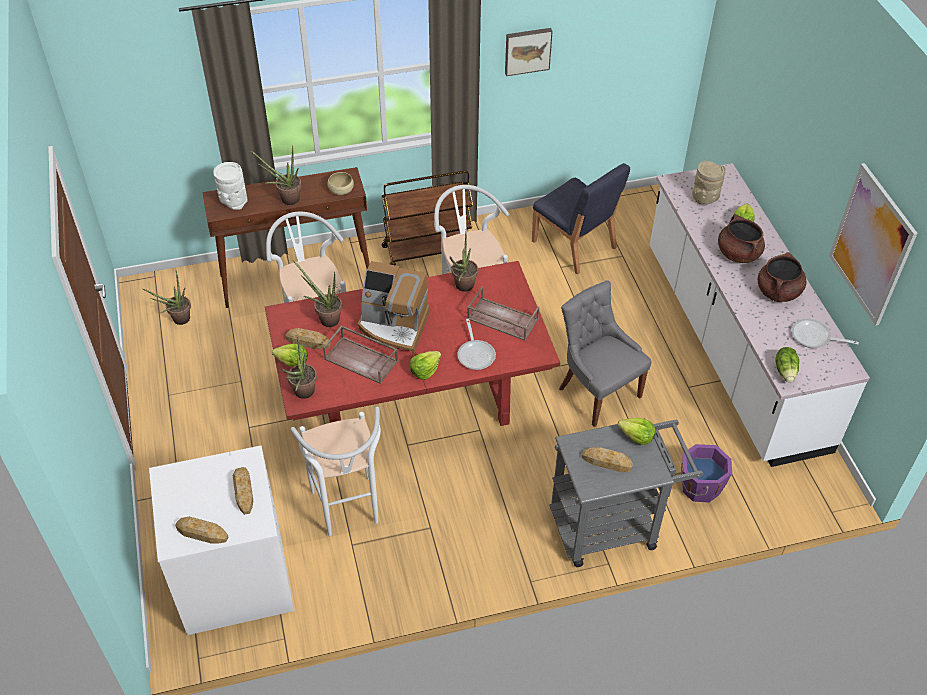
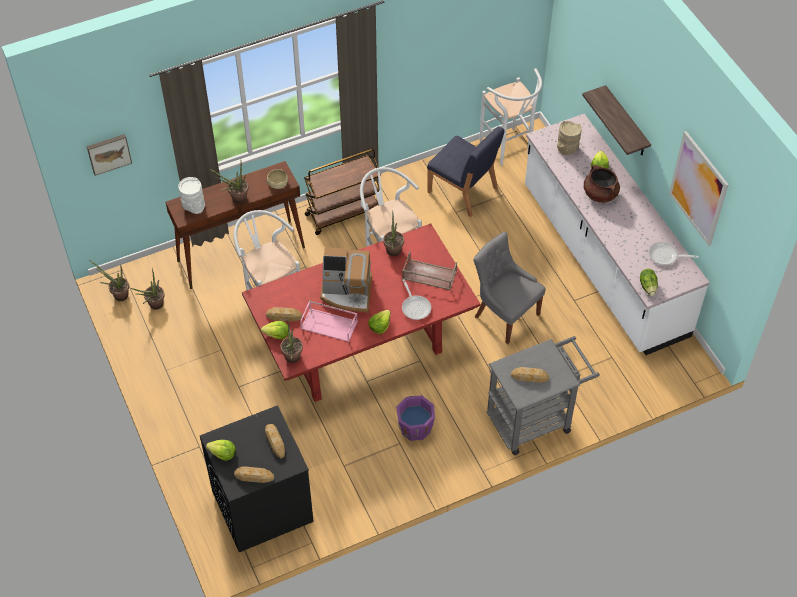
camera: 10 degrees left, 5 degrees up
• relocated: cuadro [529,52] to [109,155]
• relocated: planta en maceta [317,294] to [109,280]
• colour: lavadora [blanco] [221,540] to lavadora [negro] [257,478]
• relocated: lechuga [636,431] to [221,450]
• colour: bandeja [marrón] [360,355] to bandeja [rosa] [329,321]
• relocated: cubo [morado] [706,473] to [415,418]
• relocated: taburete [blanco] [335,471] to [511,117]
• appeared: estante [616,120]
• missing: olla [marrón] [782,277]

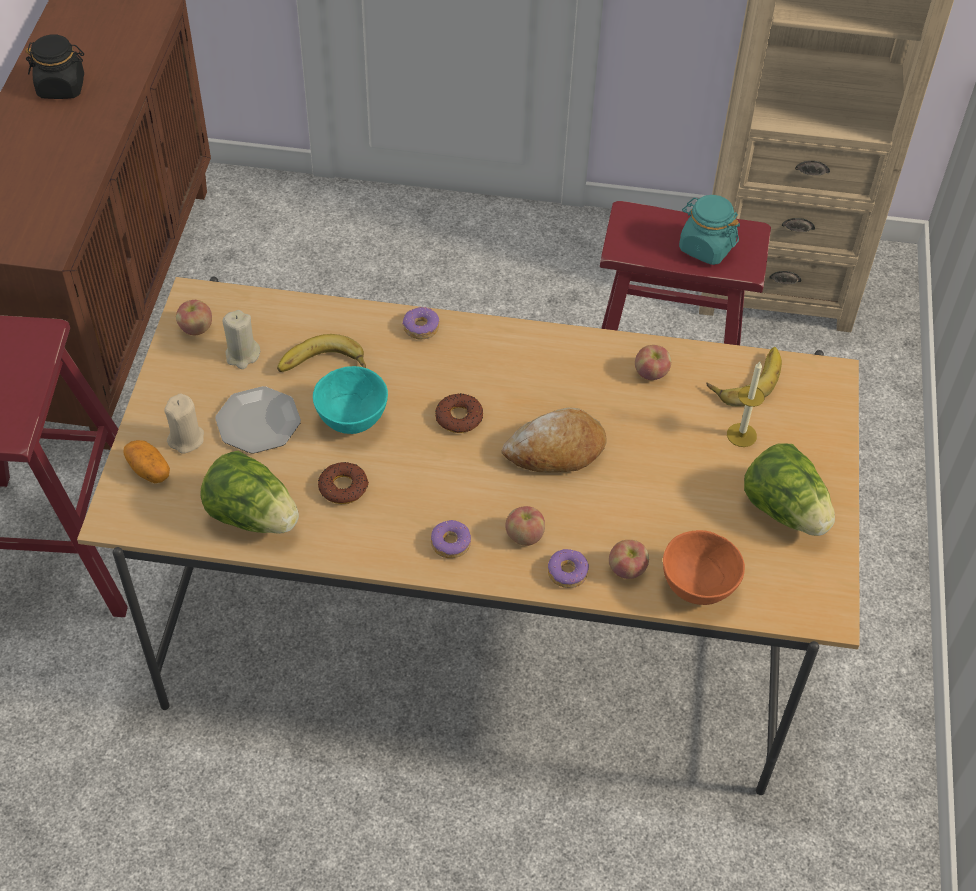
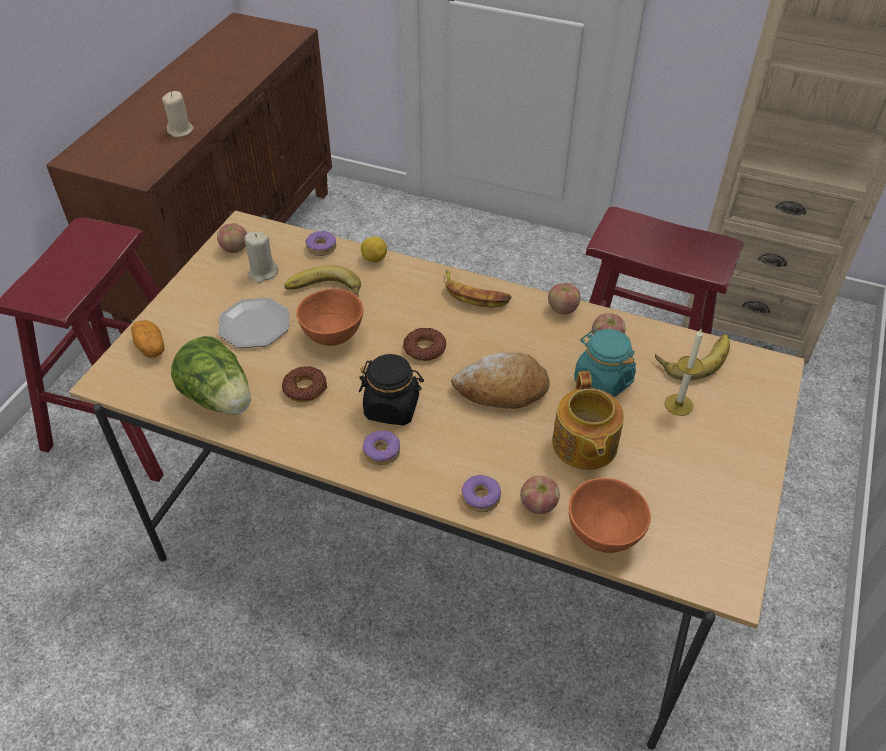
camera: 15 degrees right, 5 degrees down
• relocated: vela [beis] [184,424] to [178,114]
• colour: cuenco [turquesa] [350,400] to cuenco [naranja] [329,317]
• relocated: rosquilla [420,322] to [320,243]
• relocated: tarro [negro] [54,66] to [391,389]
• appeared: limón [374,249]
• appeared: plátano [478,288]
• relocated: manzana [525,526] to [564,298]
• appeared: tetera [588,420]
• relocated: tarro [turquesa] [709,230] to [605,363]
• missing: lechuga [789,490]

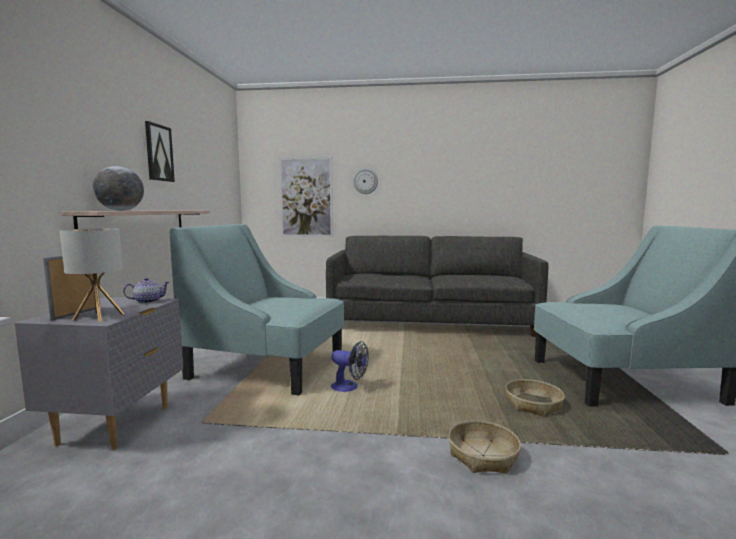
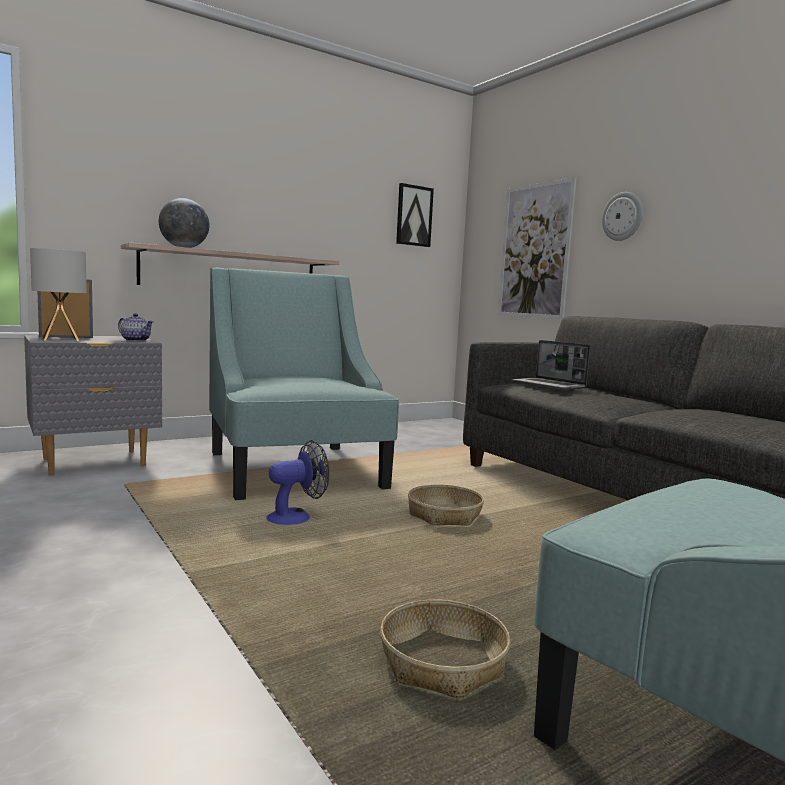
camera: 50 degrees right, 0 degrees up
• spun: ventilador [350,366] = [297,482] 105 degrees counterclockwise
• relocated: cuadro [160,151] to [415,215]
• relocated: cesta [485,447] to [446,505]
• appeared: portátil [551,365]

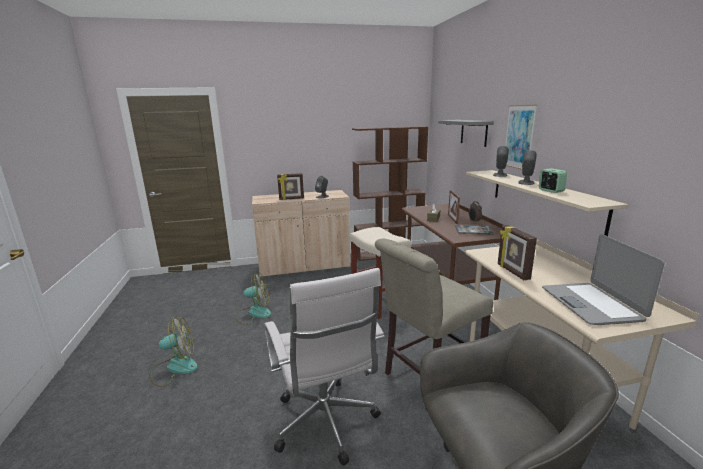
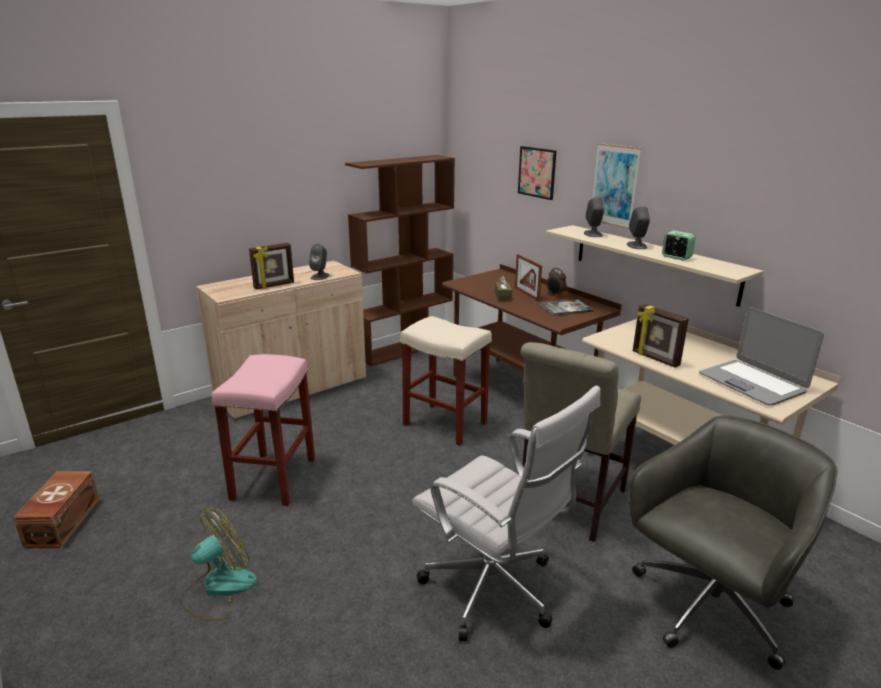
camera: 25 degrees left, 5 degrees up
• appeared: caja de almacenaje [marrón] [56,509]
• exchanged: ventilador [253,299] to taburete [rosa] [263,430]
• exchanged: estante [gris] [466,133] to cuadro [537,173]

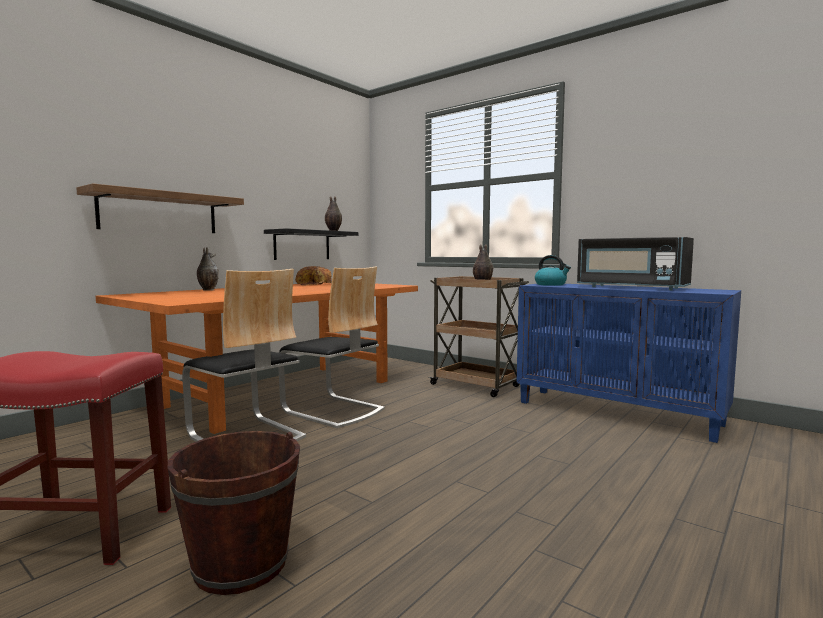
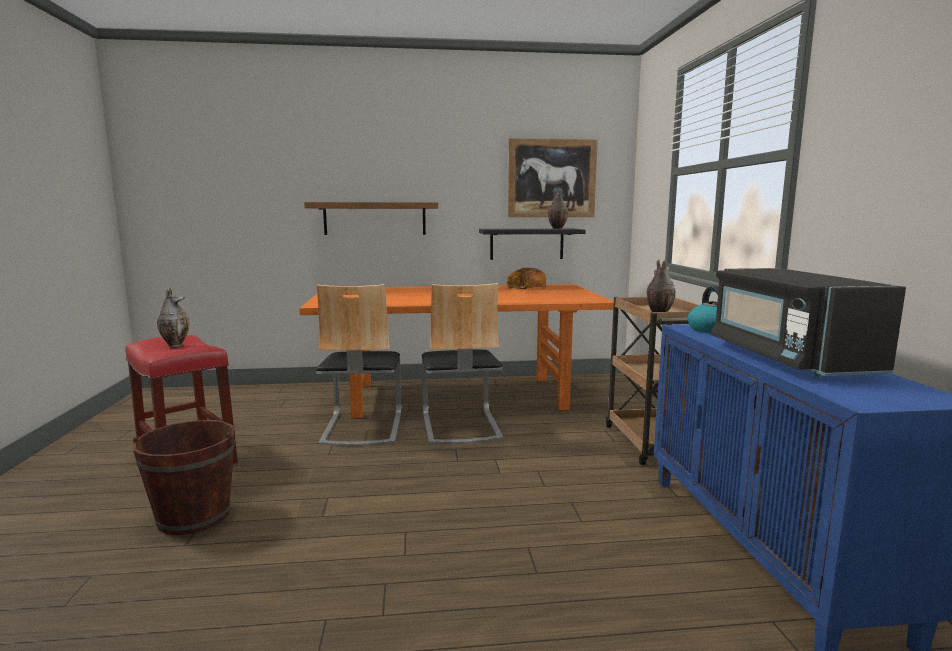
camera: 45 degrees right, 5 degrees up
• relocated: florero [208,269] to [173,317]
• appeared: cuadro [553,177]

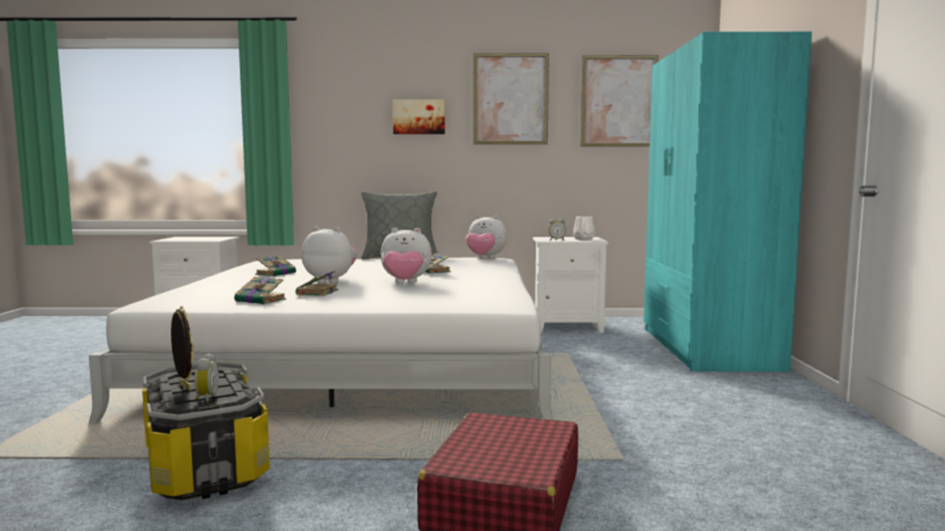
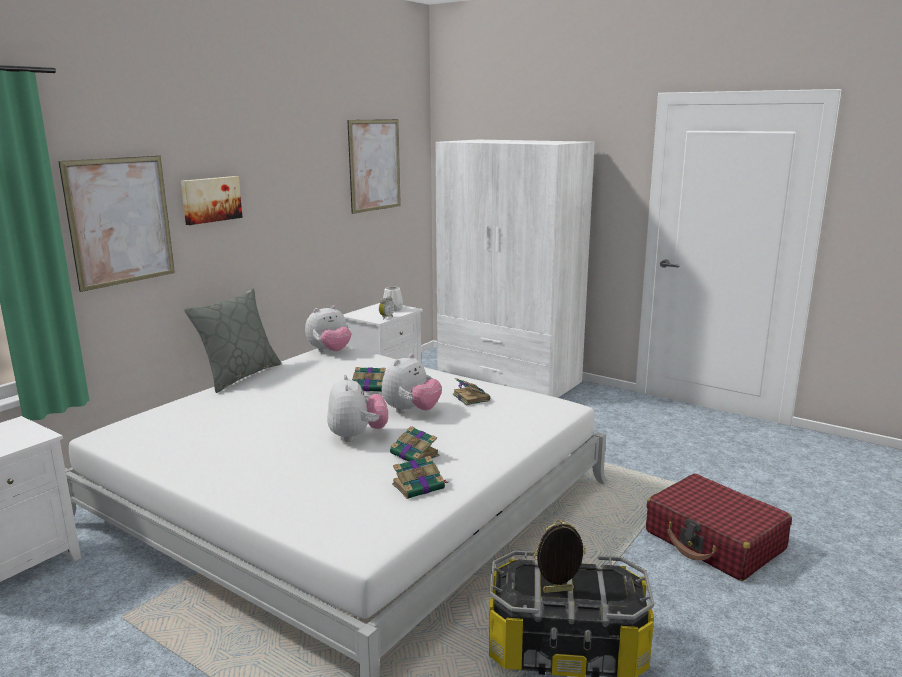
camera: 55 degrees left, 10 degrees up
• relocated: cuadro [511,98] to [116,224]
• spun: peluche [329,255] = [357,408] 120 degrees clockwise
• colour: armario ropero [turquesa] [728,202] to armario ropero [blanco] [515,269]
• relocated: libro [275,266] to [471,391]
• missing: despertador [206,378]

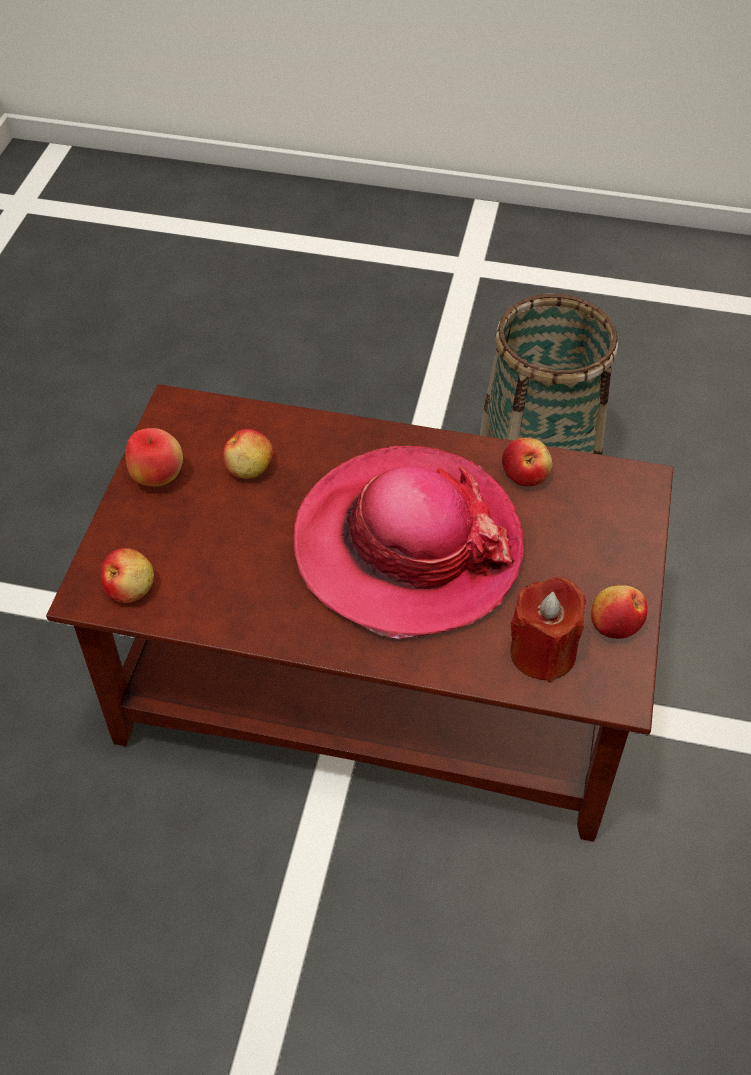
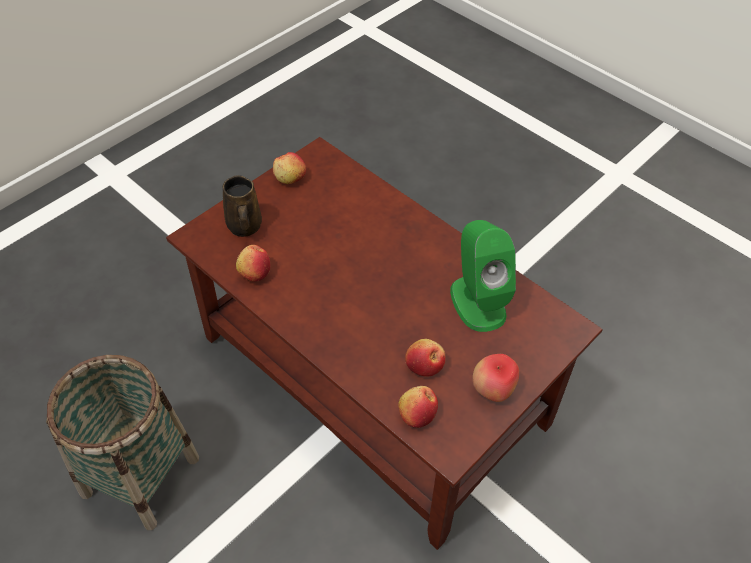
camera: 150 degrees left, 0 degrees up
• appeared: taza grande [marrón] [242,206]
• relocated: manzana [127,575] to [418,407]
• appeared: altavoz [verde] [483,276]
• missing: sombrero [408,542]
• missing: vela [rojo] [548,630]

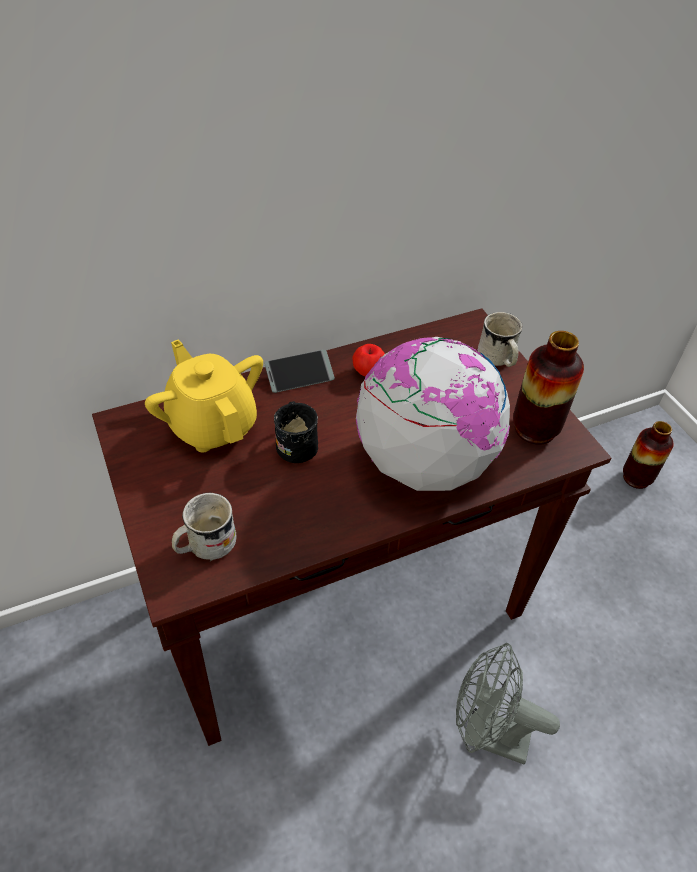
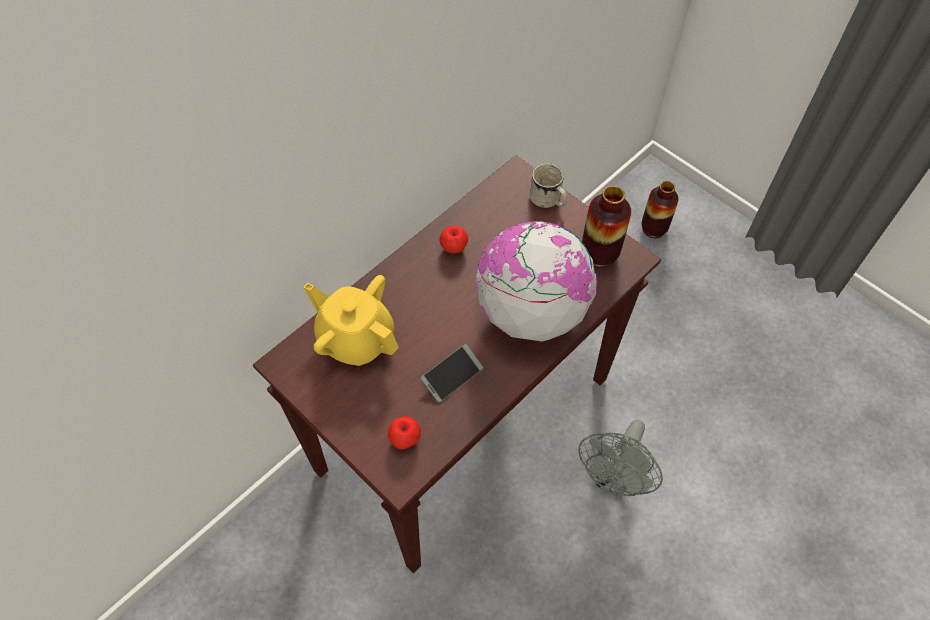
camera: 20 degrees left, 10 degrees up
• exchanged: taza grande [blanco] [204,527] to manzana [404,432]
• relocated: móvil [299,371] to [452,373]
• spun: ventilador [gris] [508,703] = [620,459] 60 degrees counterclockwise
• missing: taza grande [negro] [296,432]

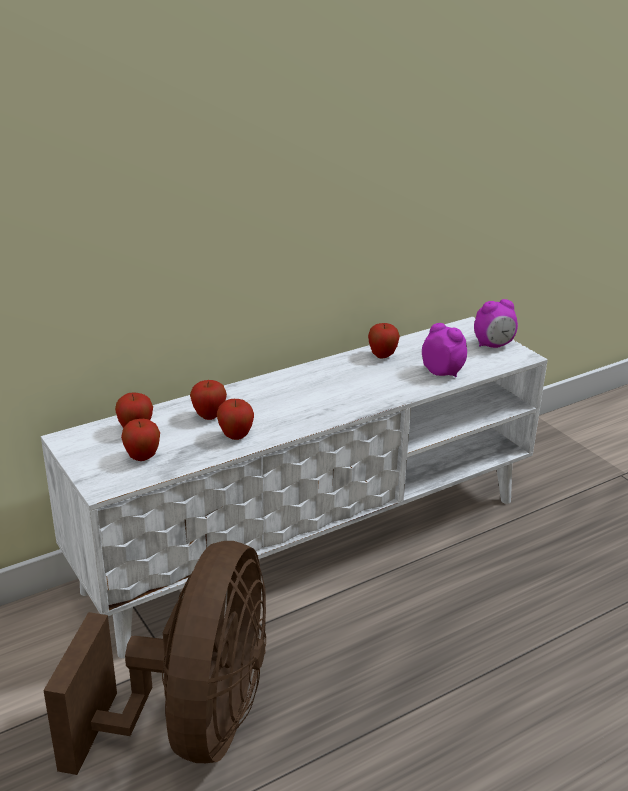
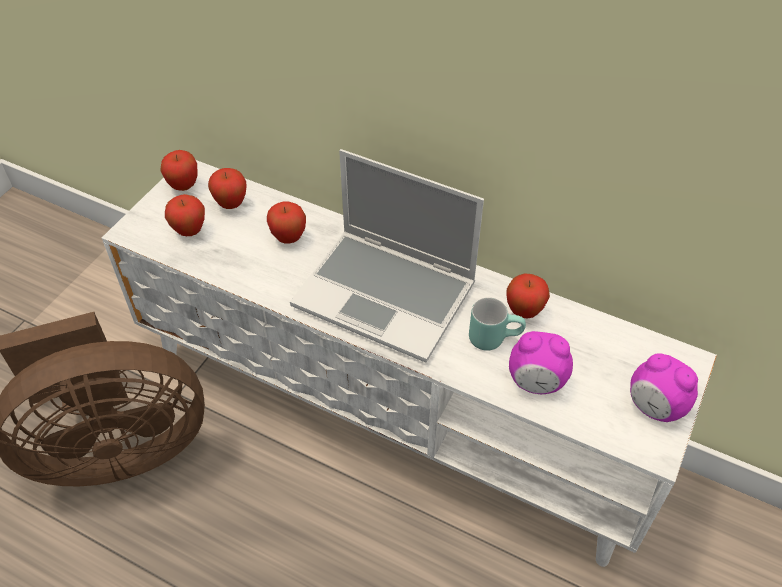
camera: 60 degrees right, 20 degrees up
• relocated: manzana [235,419] to [179,170]
• appeared: portátil [387,256]
• appeared: taza grande [turquesa] [497,324]
• spun: despertador [444,350] = [541,362] 90 degrees clockwise

